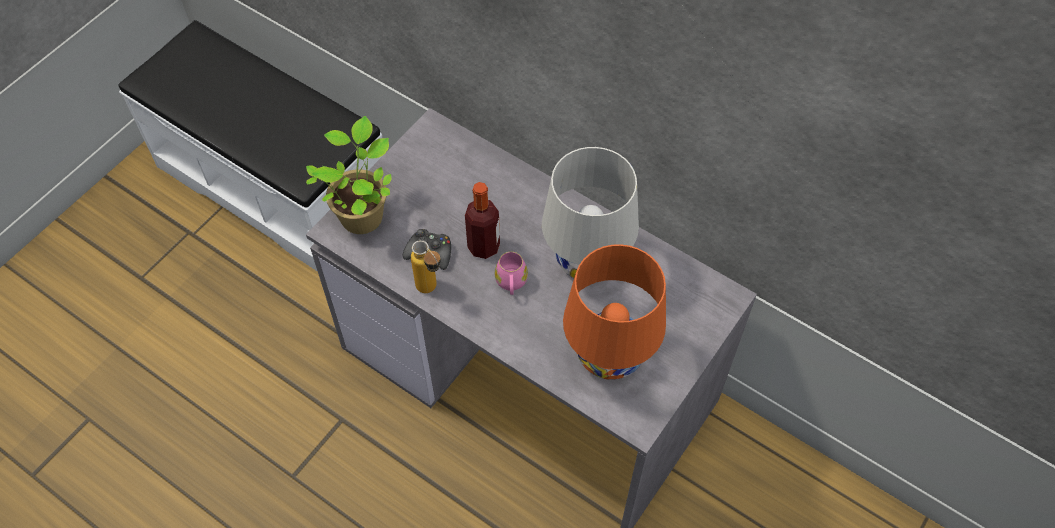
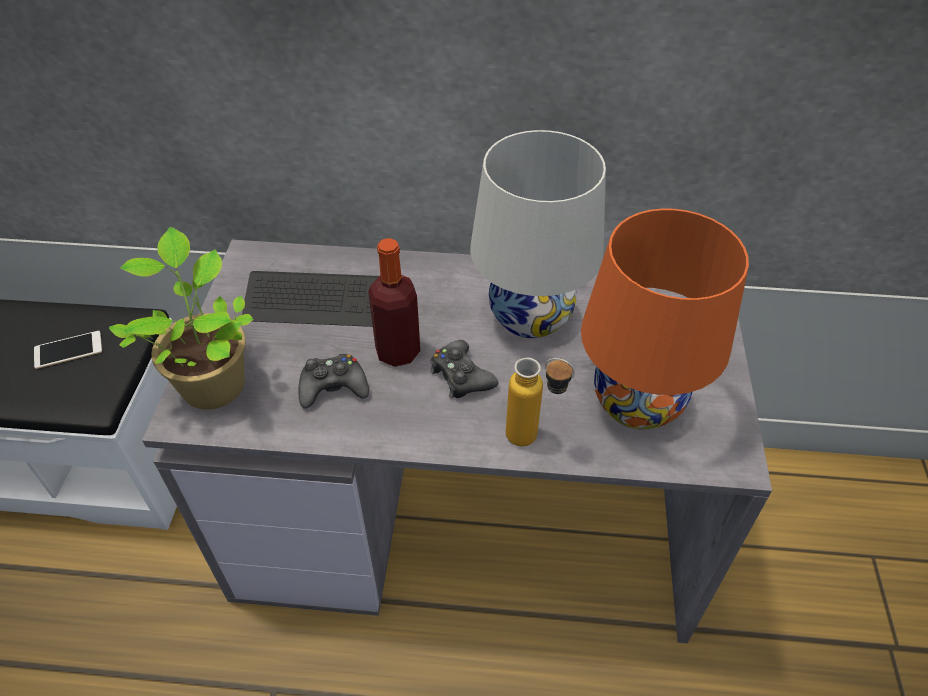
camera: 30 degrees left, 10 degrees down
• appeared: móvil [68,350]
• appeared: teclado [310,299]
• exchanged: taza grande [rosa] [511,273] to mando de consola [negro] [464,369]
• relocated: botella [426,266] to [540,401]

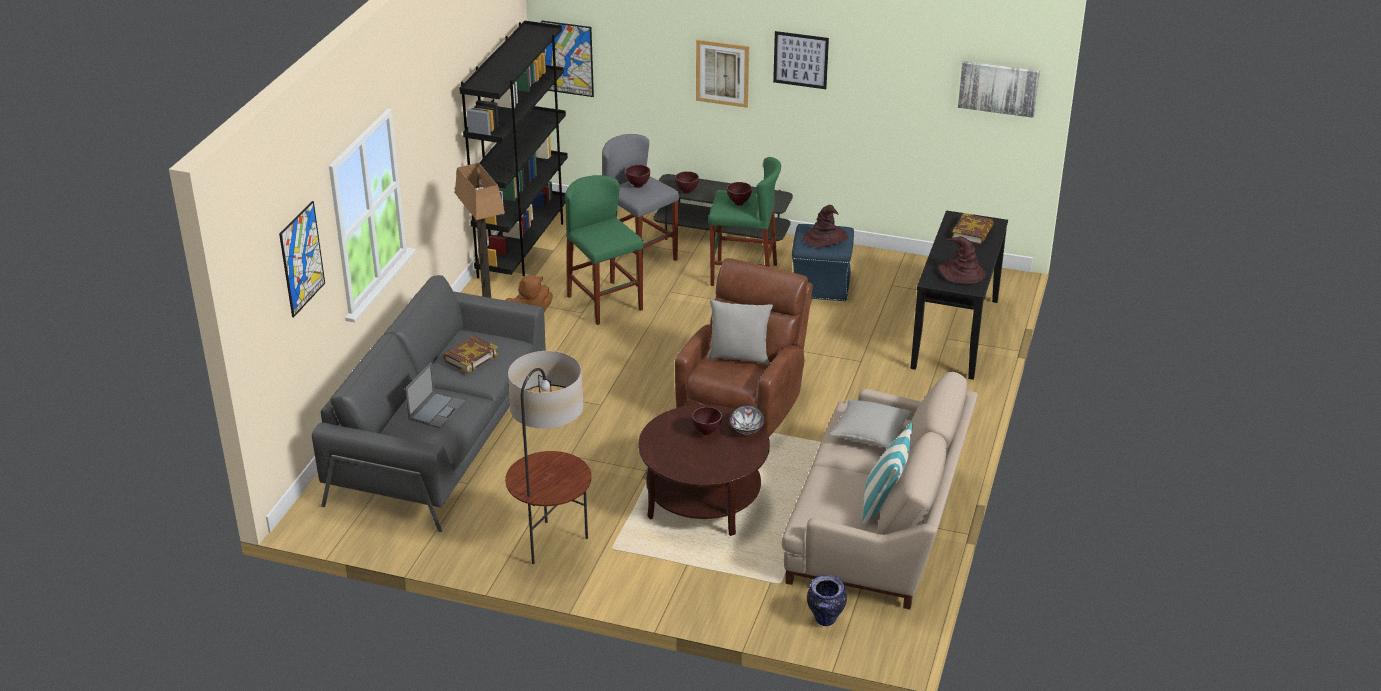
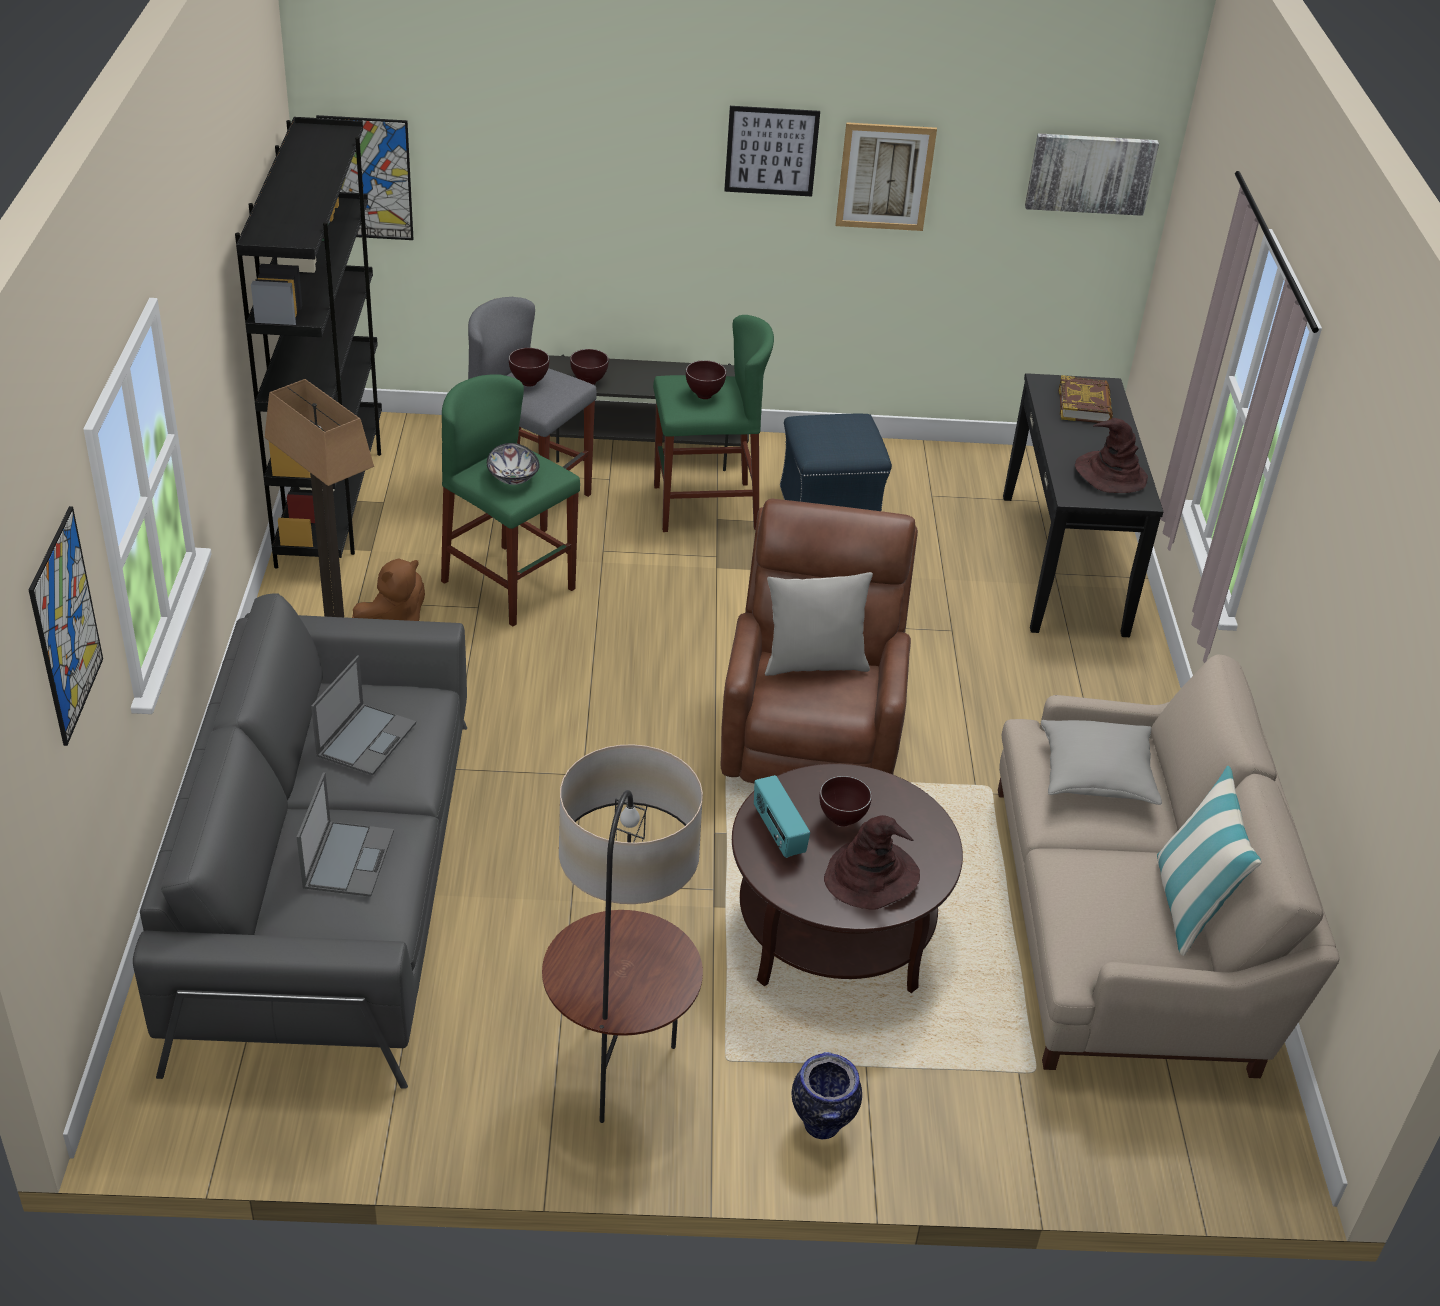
camera: 20 degrees left, 5 degrees up
• exchanged: libro [470,354] to portátil [363,715]
• relocated: cuenco [747,420] to [513,464]
• appeared: radio [782,816]
• relocated: florero [827,600] to [826,1095]
• relocated: sombrero [marrón] [825,226] to [872,862]
• relocated: cuadro [722,73] to [886,176]

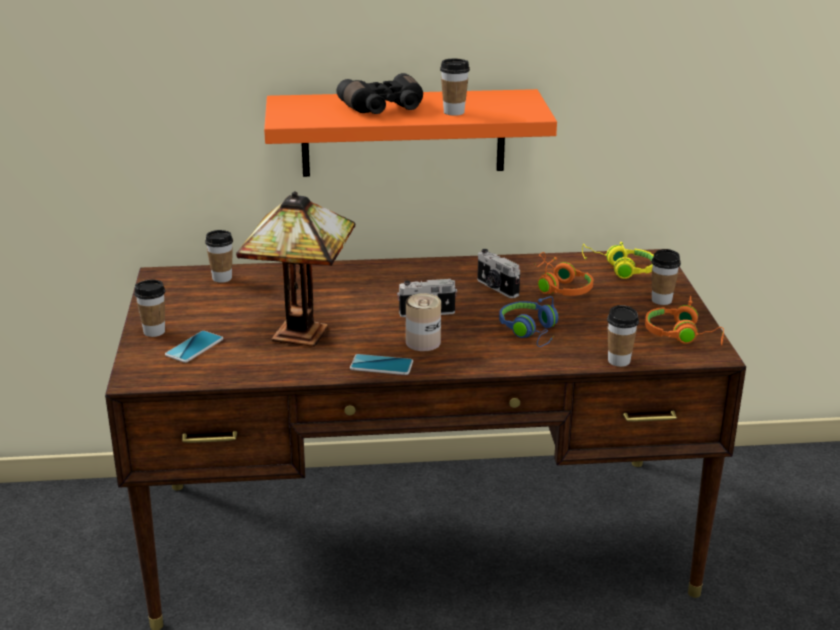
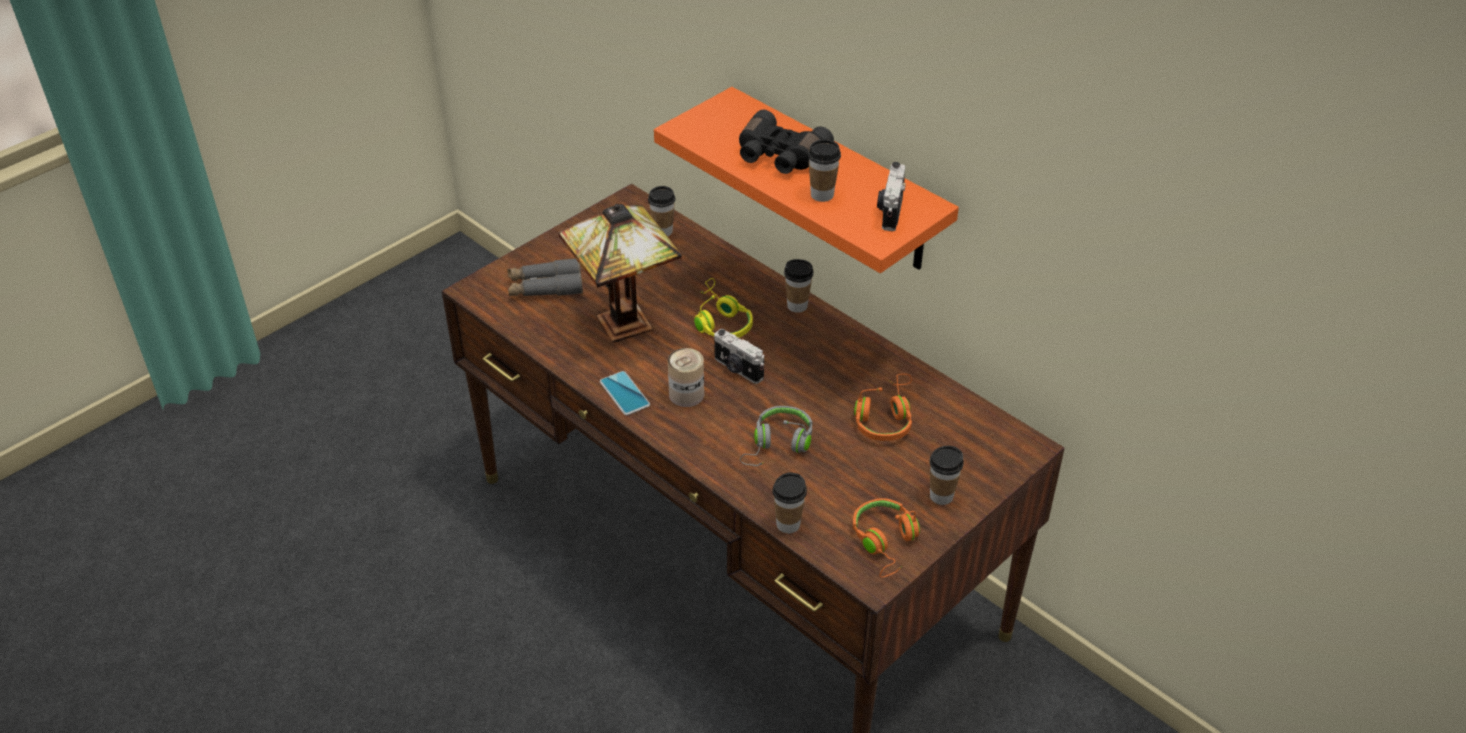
camera: 50 degrees right, 15 degrees up
• exchanged: móvil [194,347] to prismáticos [gris] [545,277]
• relocated: auriculares [amarillo] [618,260] to [723,308]
• colour: auriculares [azul] [528,321] to auriculares [gris] [776,436]
• relocated: taza [149,308] to [799,286]
• relocated: cámara [498,273] to [891,196]

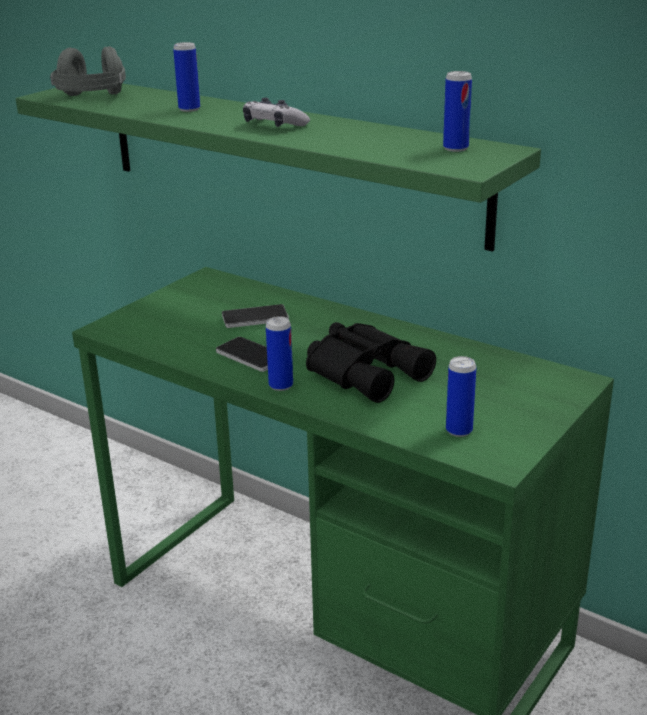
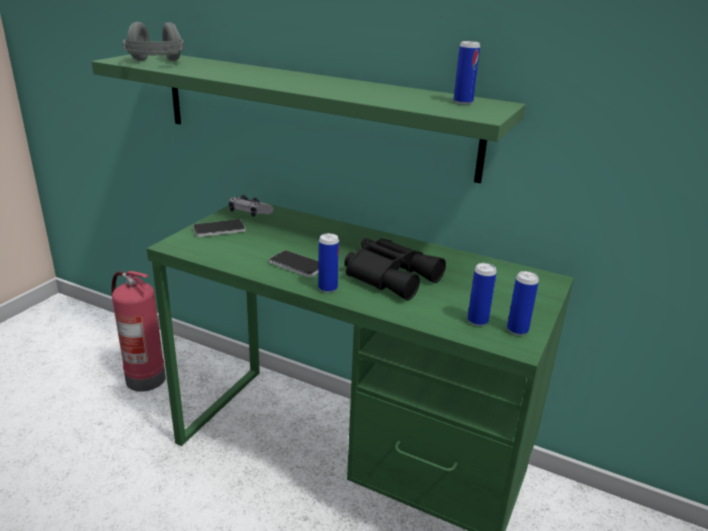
camera: 10 degrees left, 0 degrees up
• appeared: extintor [139,331]
• relocated: móvil [255,316] to [219,228]
• relocated: mando de consola [276,112] to [251,206]
• relocated: lata [186,77] to [523,303]

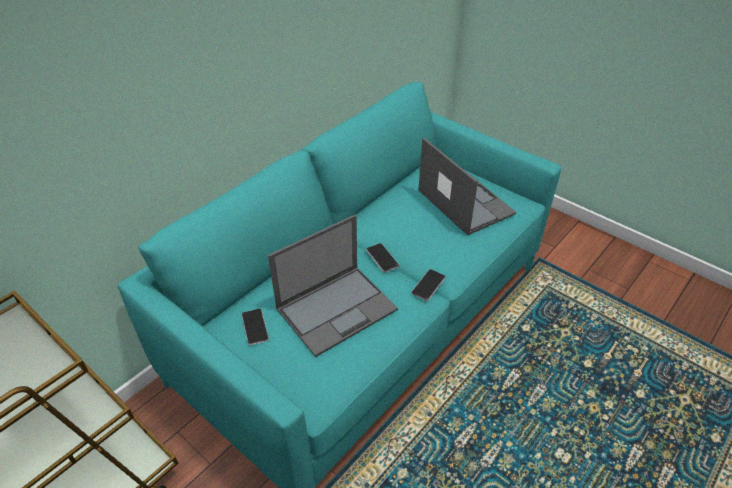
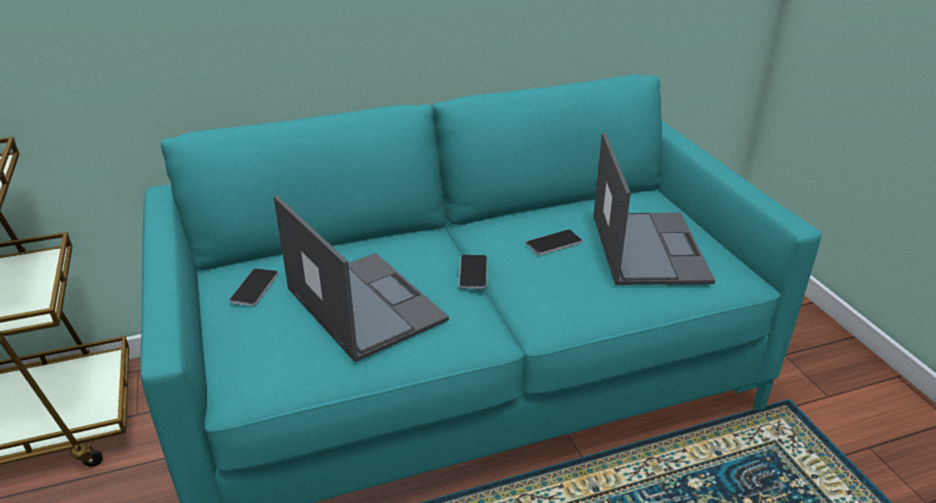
camera: 30 degrees right, 10 degrees down
• spun: portátil [333,286] = [361,279] 120 degrees counterclockwise
• relocated: móvil [428,285] to [554,242]

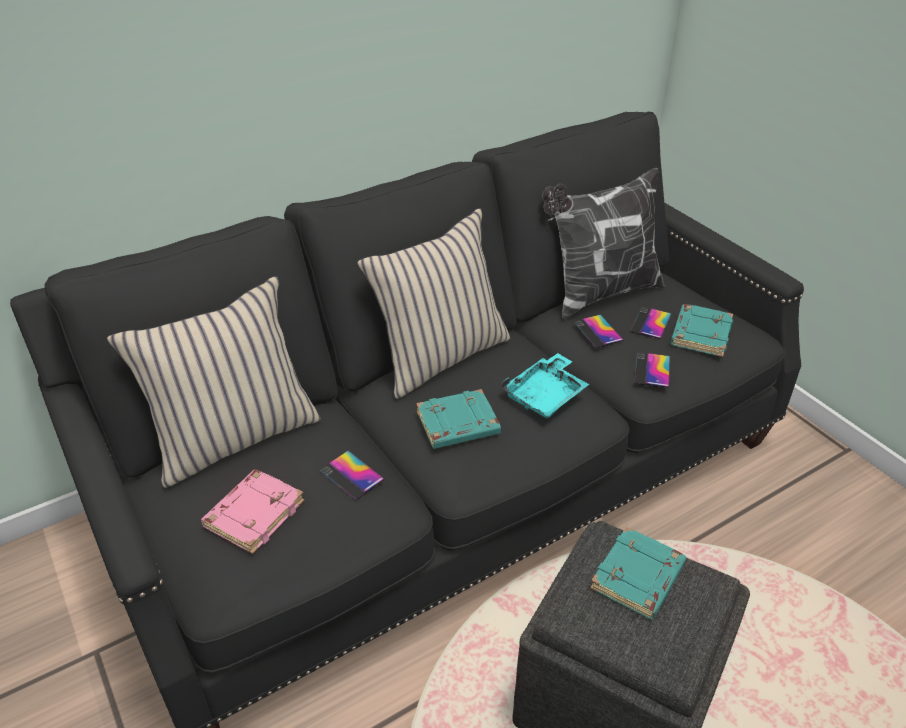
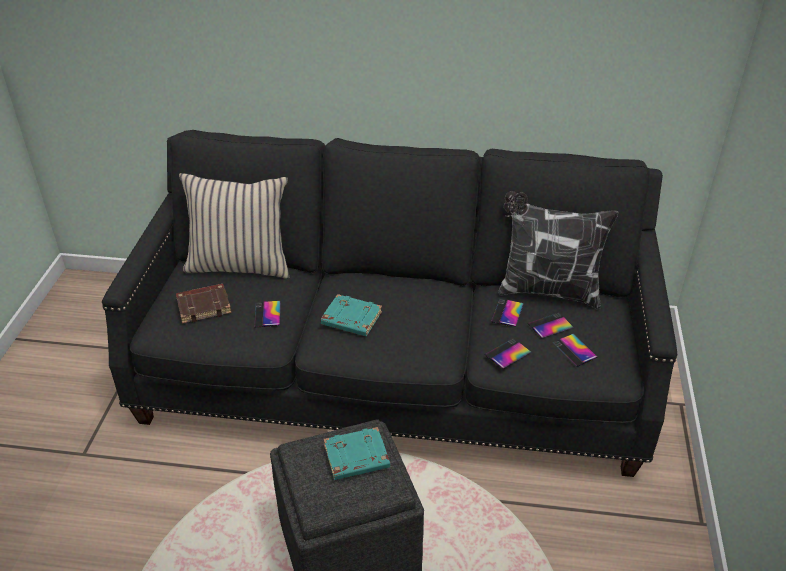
camera: 40 degrees right, 0 degrees up
• colour: libro [rosa] [253,511] to libro [marrón] [203,304]
• exchanged: libro [turquesa] [702,330] to móvil [575,350]
• missing: cojín [beis] [433,303]
• missing: bandeja [turquesa] [545,385]

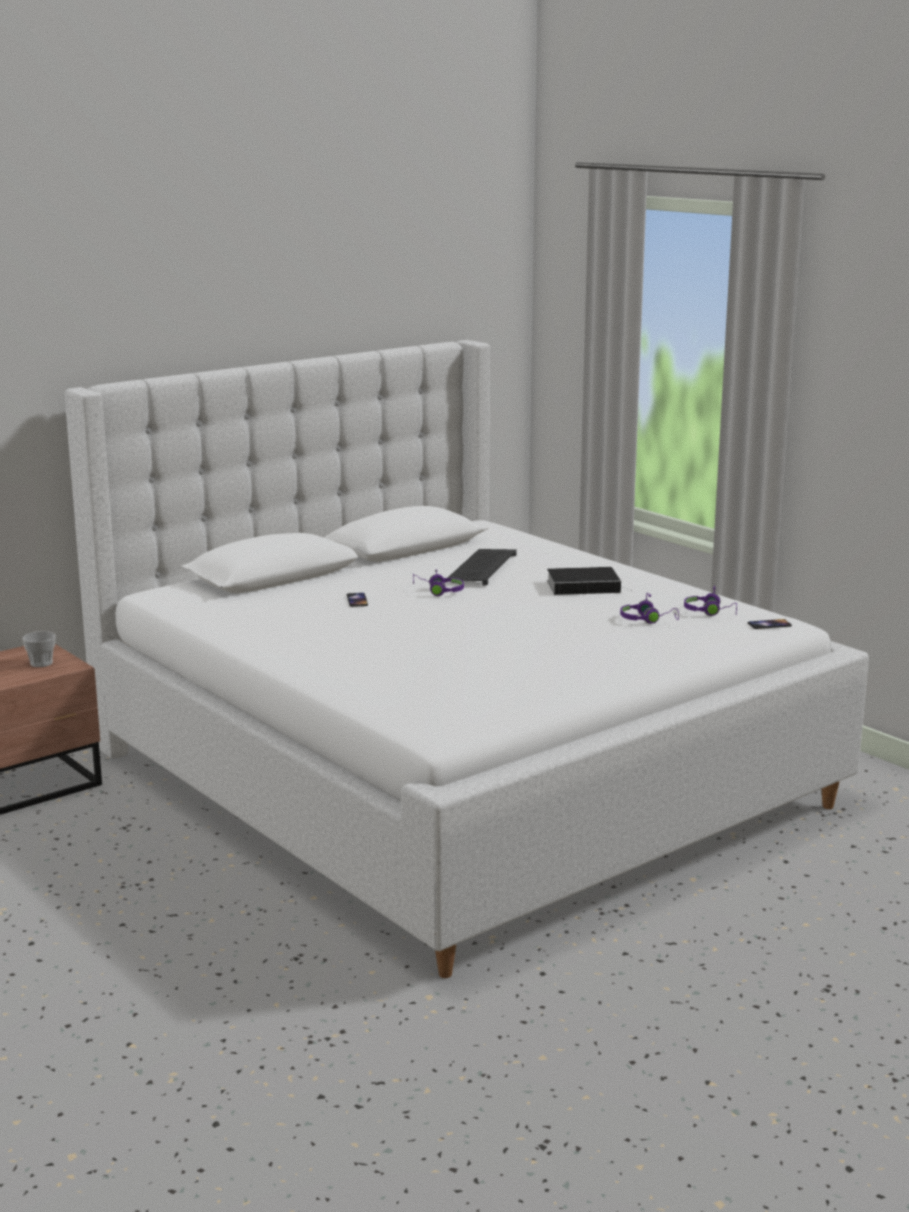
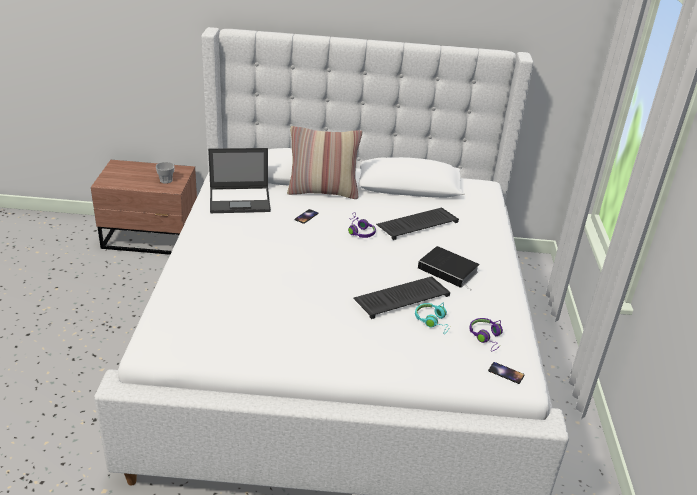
camera: 40 degrees right, 15 degrees up
• appeared: portátil [239,180]
• appeared: cojín [324,162]
• appeared: teclado [402,297]
• colour: auriculares [morado] [649,608] to auriculares [turquesa] [432,318]

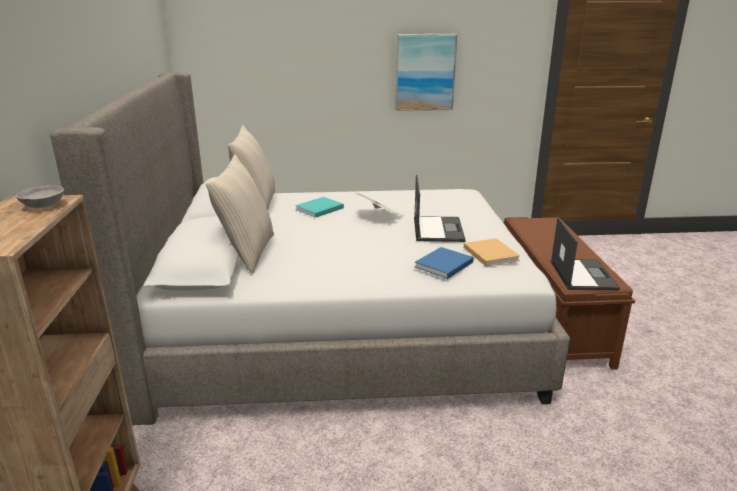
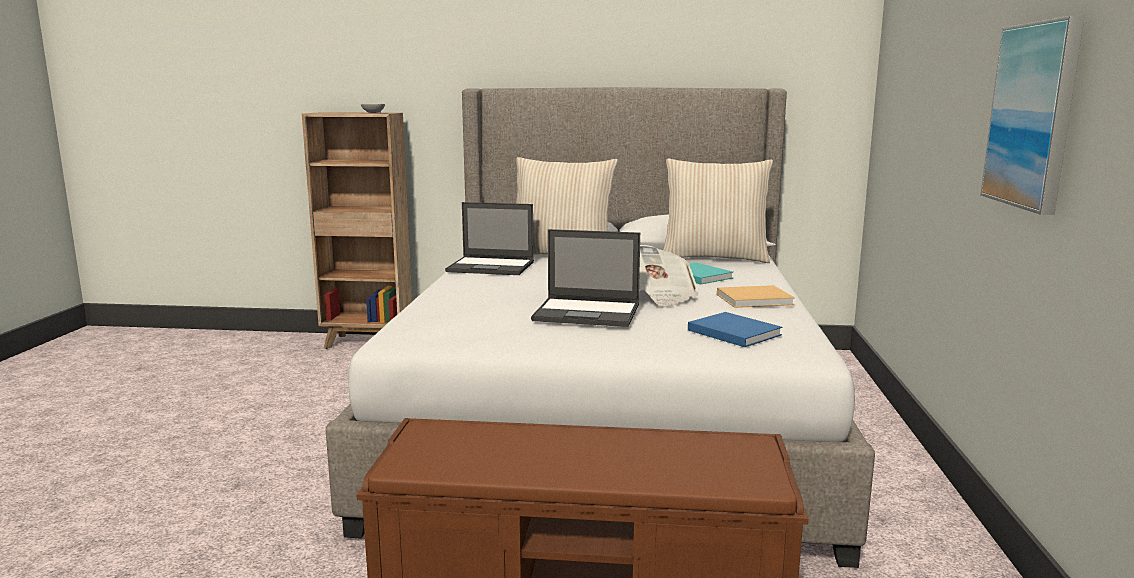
camera: 100 degrees right, 10 degrees down
• relocated: portátil [585,253] to [489,238]
• relocated: libro [azul] [444,263] to [735,329]
• relocated: libro [beis] [492,252] to [756,296]

